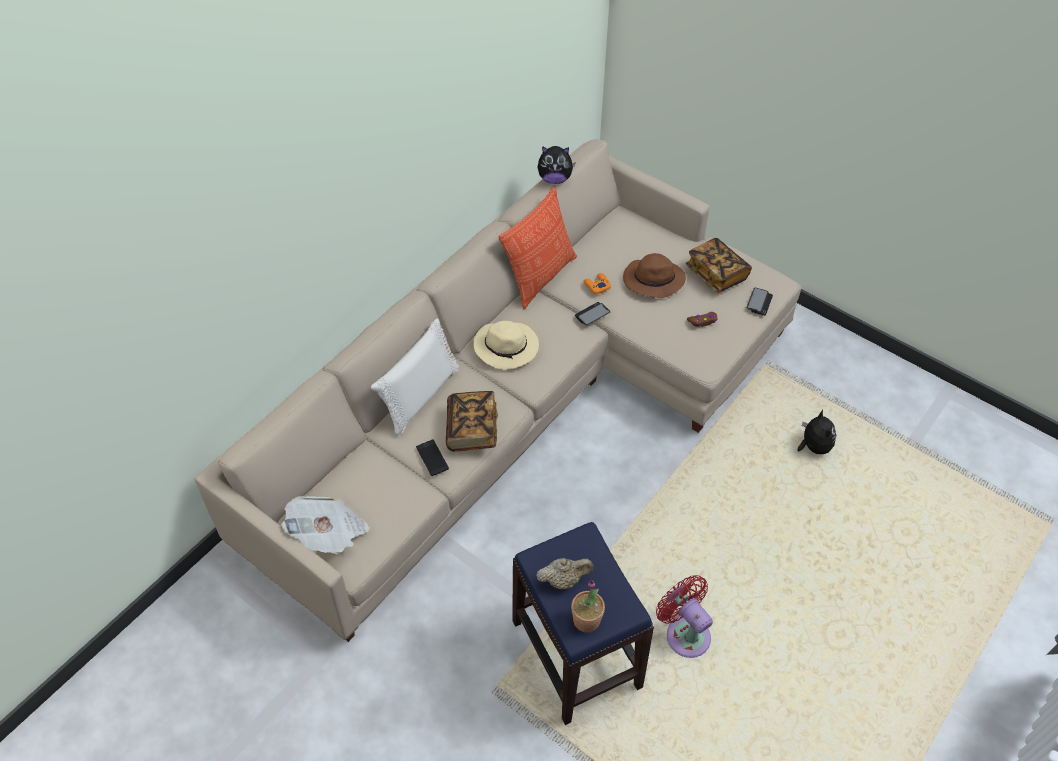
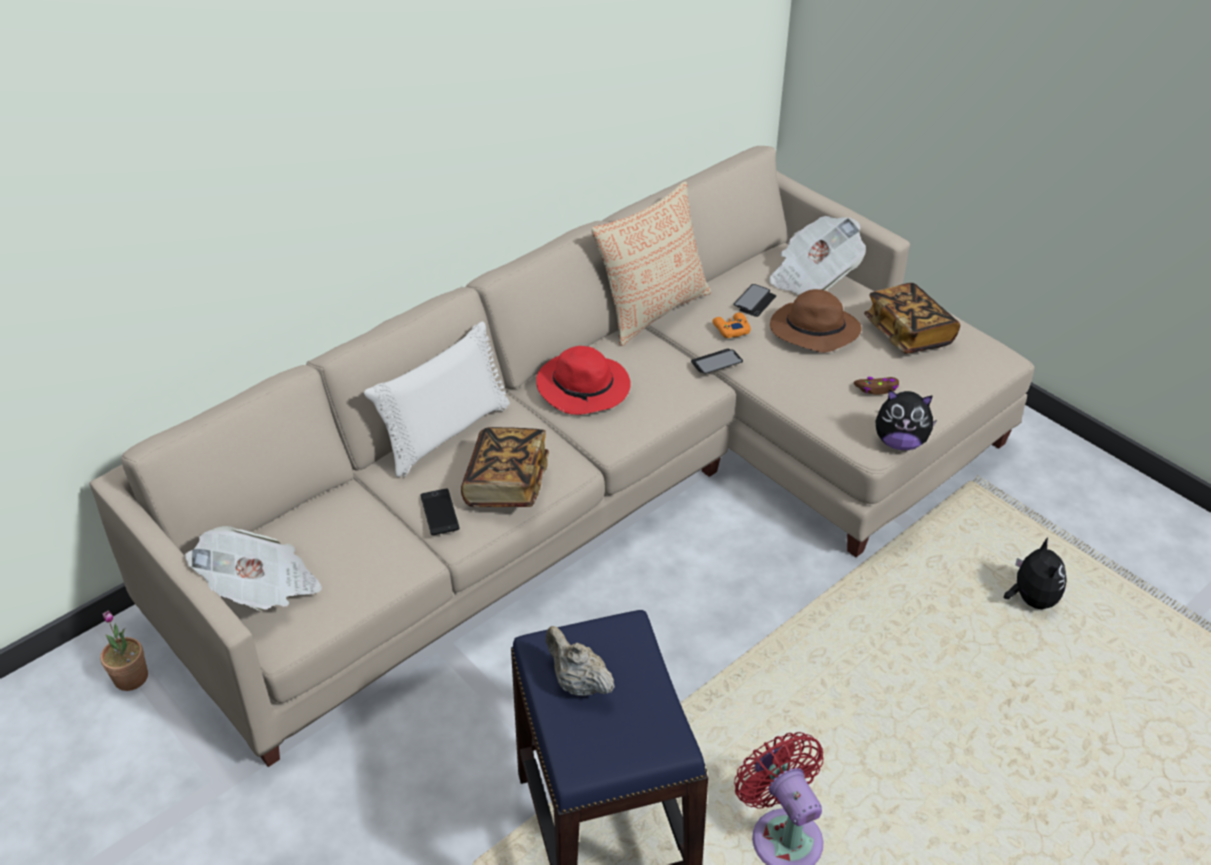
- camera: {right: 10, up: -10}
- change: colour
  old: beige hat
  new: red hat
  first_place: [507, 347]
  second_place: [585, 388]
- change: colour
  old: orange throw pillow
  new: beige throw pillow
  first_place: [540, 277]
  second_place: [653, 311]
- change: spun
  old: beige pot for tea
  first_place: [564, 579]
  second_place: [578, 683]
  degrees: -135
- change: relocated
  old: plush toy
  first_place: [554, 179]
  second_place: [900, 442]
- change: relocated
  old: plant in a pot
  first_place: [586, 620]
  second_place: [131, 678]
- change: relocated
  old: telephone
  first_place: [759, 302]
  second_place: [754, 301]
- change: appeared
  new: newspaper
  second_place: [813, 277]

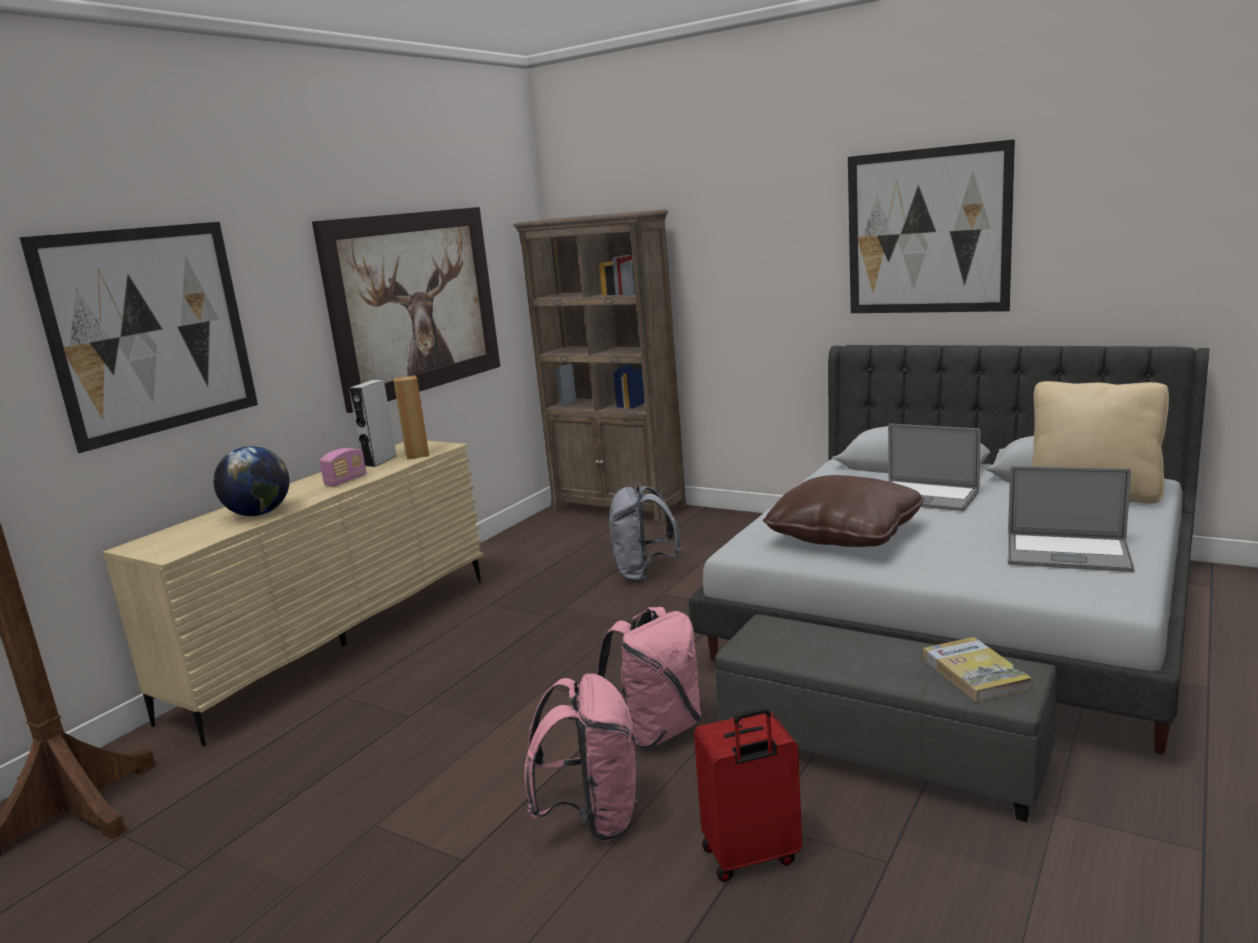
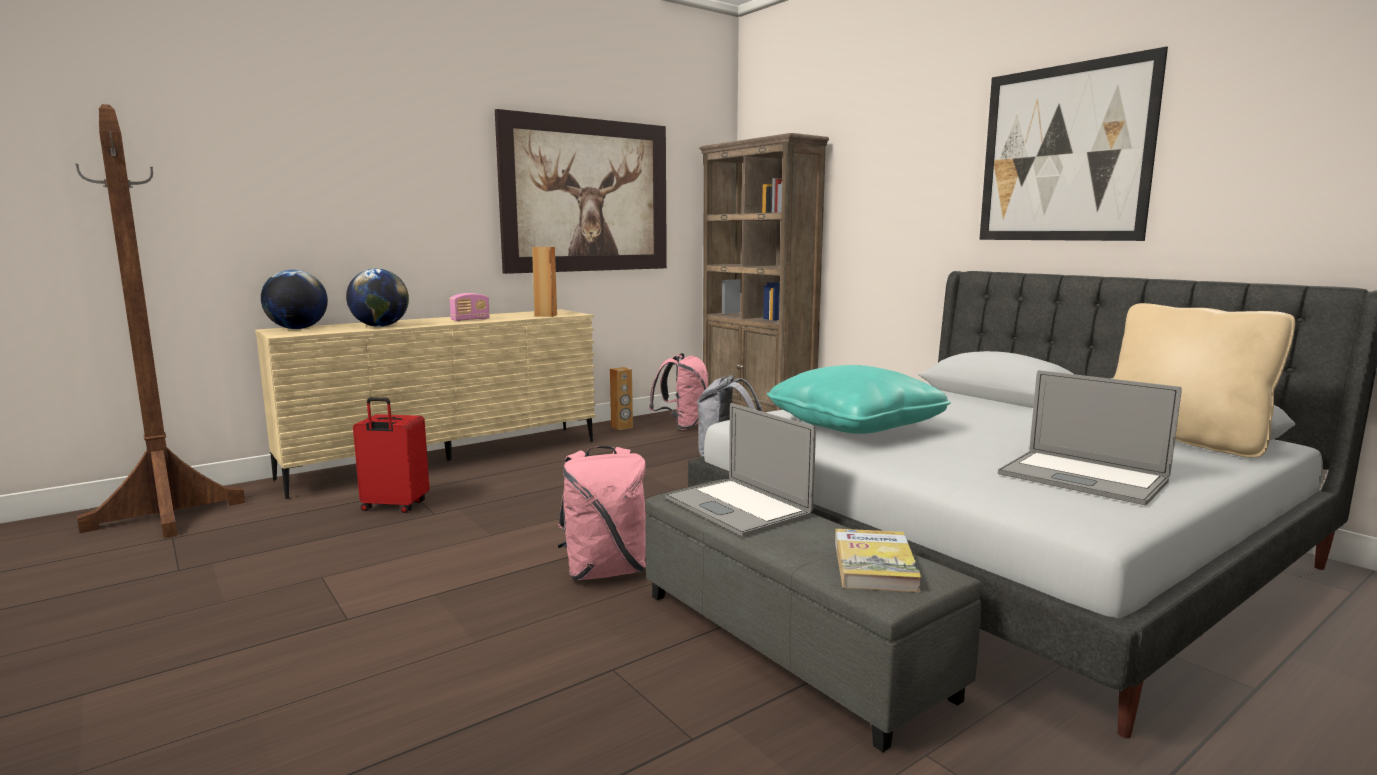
- camera: {right: 20, up: -5}
- change: missing
  old: picture
  first_place: [151, 330]
- change: missing
  old: greyish audio speaker
  first_place: [380, 461]
- change: relocated
  old: pinkish rucksack
  first_place: [593, 818]
  second_place: [682, 426]
- change: relocated
  old: red travel case
  first_place: [751, 857]
  second_place: [394, 507]
- change: colour
  old: brown-coloured throw pillow
  new: turquoise-coloured throw pillow
  first_place: [844, 535]
  second_place: [855, 426]
- change: relocated
  old: notebook computer
  first_place: [924, 496]
  second_place: [737, 507]
- change: appeared
  new: desk globe
  second_place: [298, 329]
- change: appeared
  new: brown-coloured audio speaker
  second_place: [622, 427]

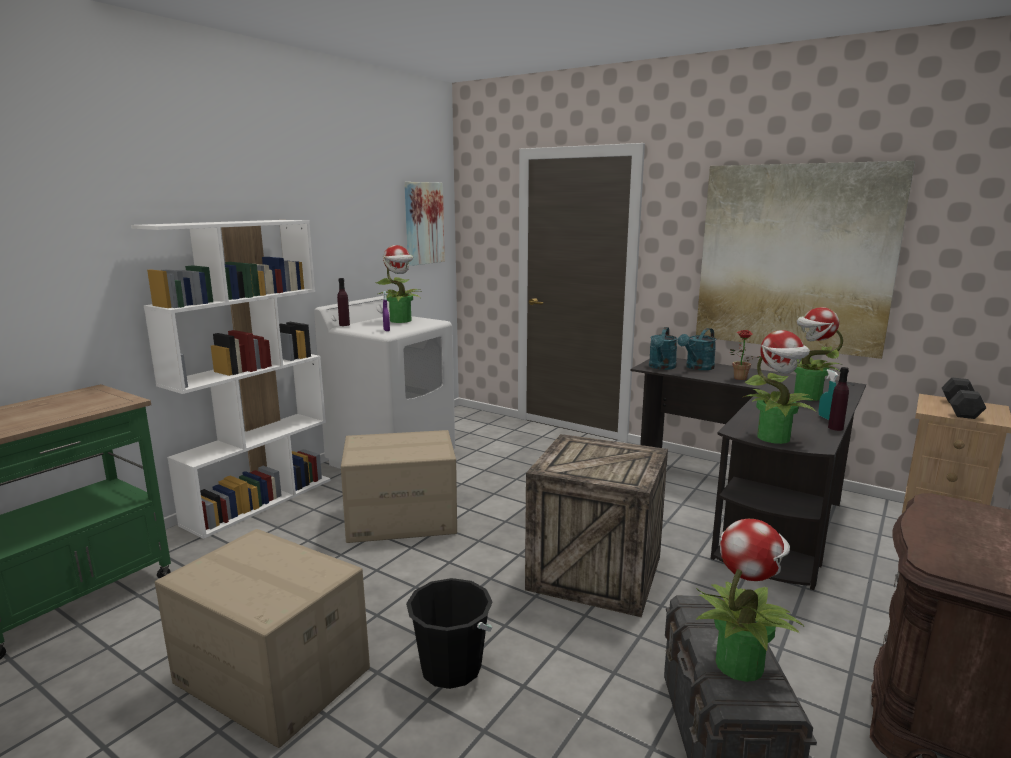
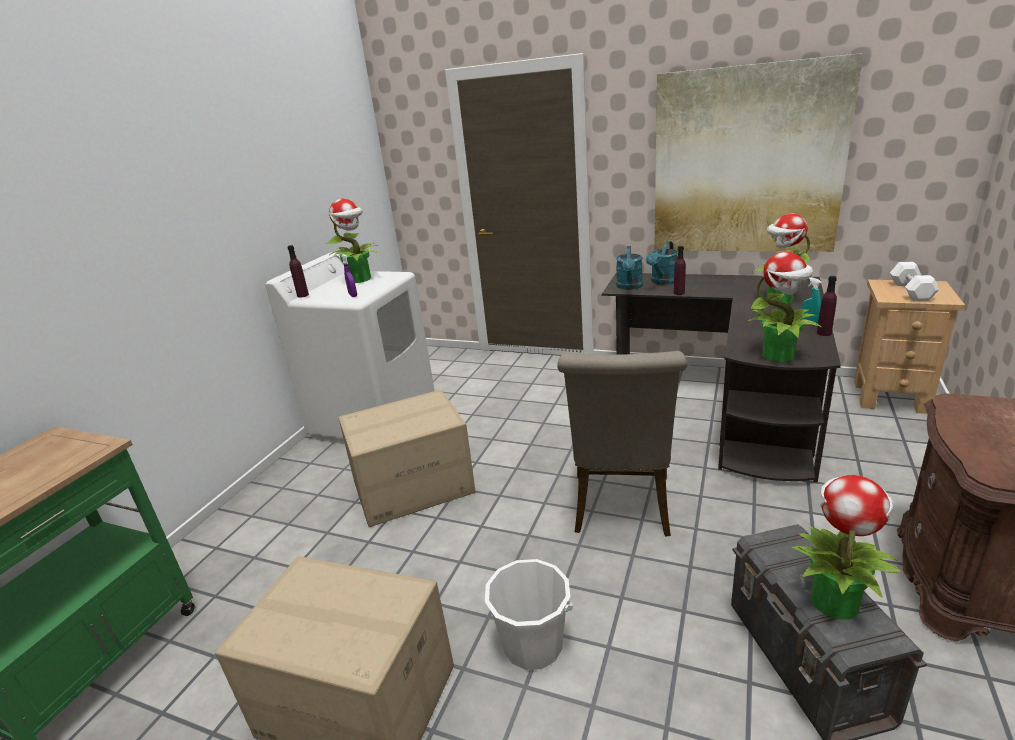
- camera: {right: -10, up: 10}
- change: missing
  old: whitish shelving unit
  first_place: [260, 501]
- change: missing
  old: picture
  first_place: [423, 223]
- change: colour
  old: black-coloured bucket
  new: whitish bucket
  first_place: [451, 668]
  second_place: [533, 645]
- change: exchanged
  old: shipping crate
  new: beige upright chair
  first_place: [593, 573]
  second_place: [622, 508]
- change: missing
  old: plant in a pot
  first_place: [739, 379]
- change: colour
  old: black-coloured free weight
  new: whitish free weight
  first_place: [960, 409]
  second_place: [911, 291]
- change: appeared
  new: purple bottle
  second_place: [679, 293]

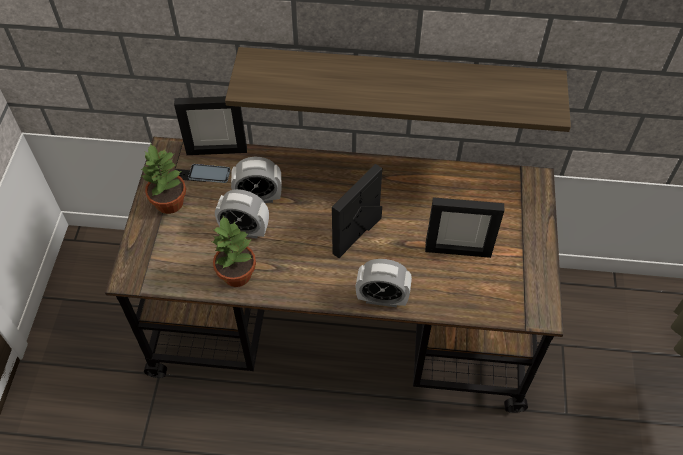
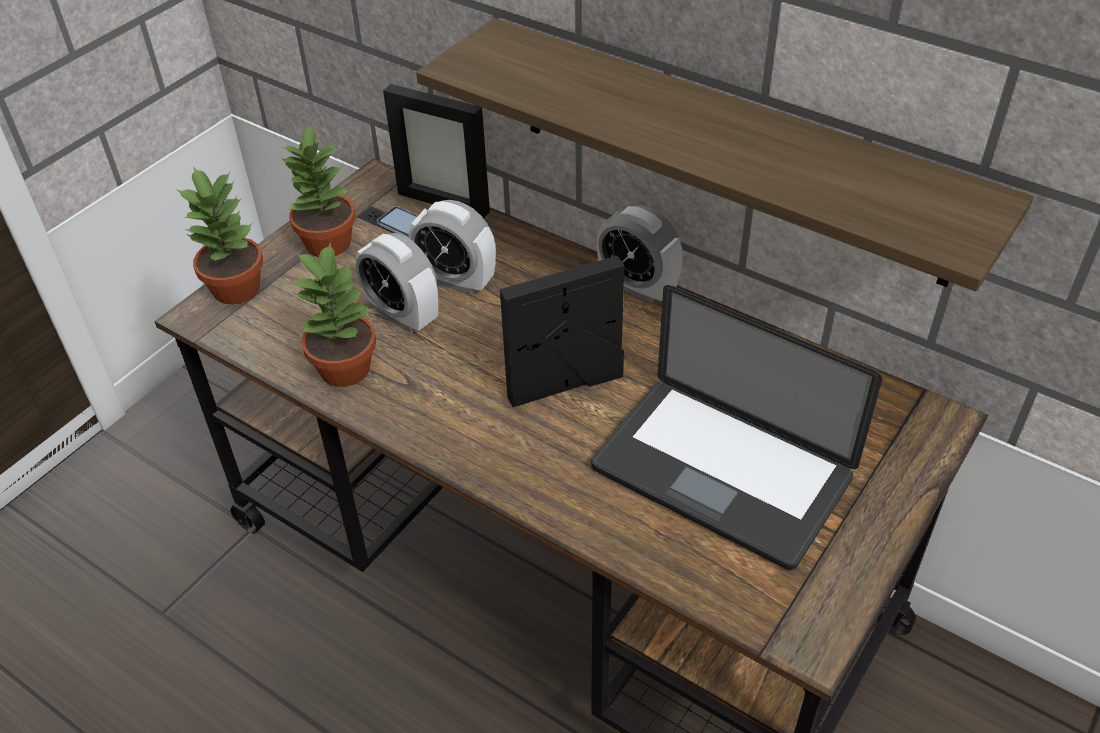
- camera: {right: 30, up: -10}
- change: relocated
  old: bedside clock
  first_place: [382, 298]
  second_place: [637, 287]
- change: exchanged
  old: standing frame
  new: notebook computer
  first_place: [458, 250]
  second_place: [721, 473]
- change: appeared
  new: plant in a pot
  second_place: [237, 287]

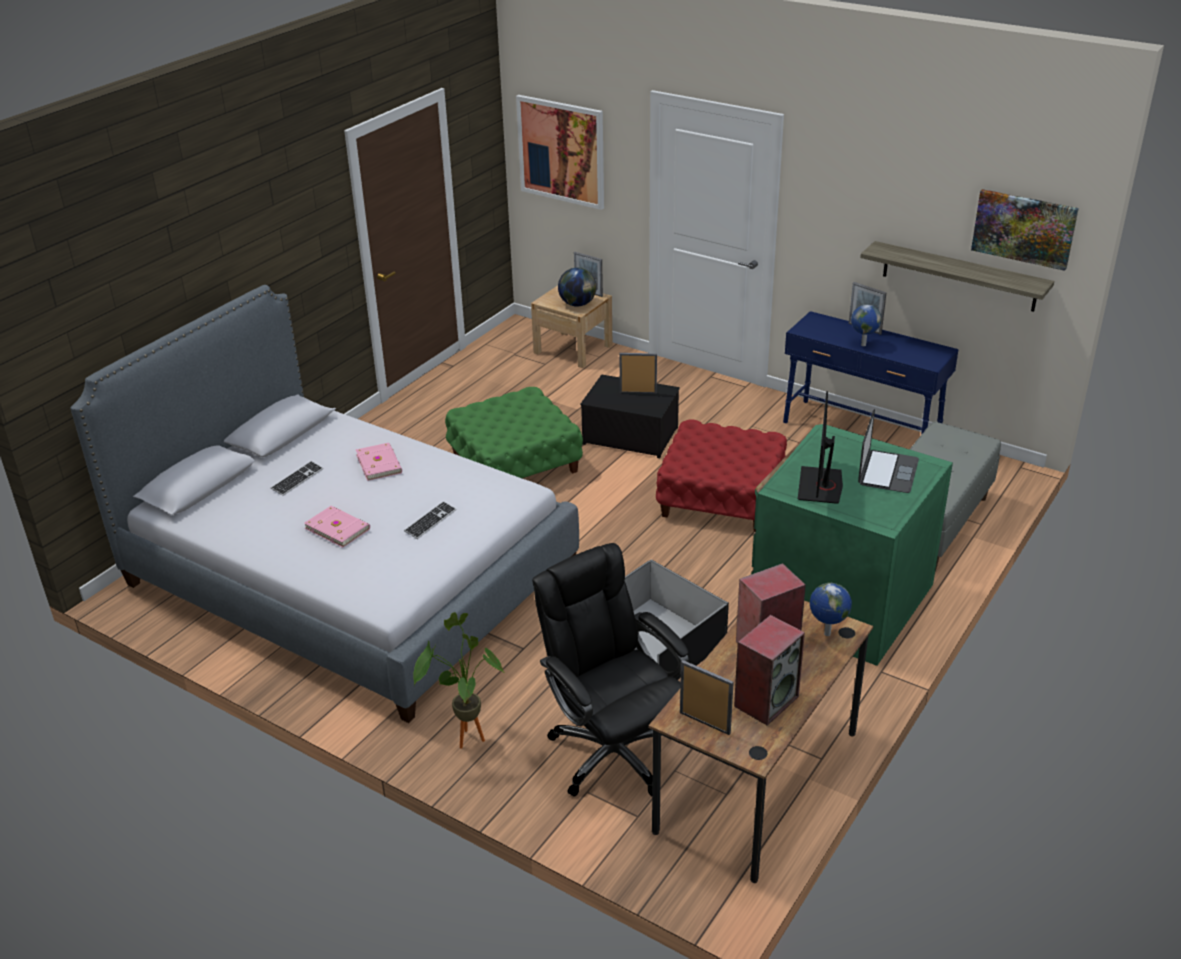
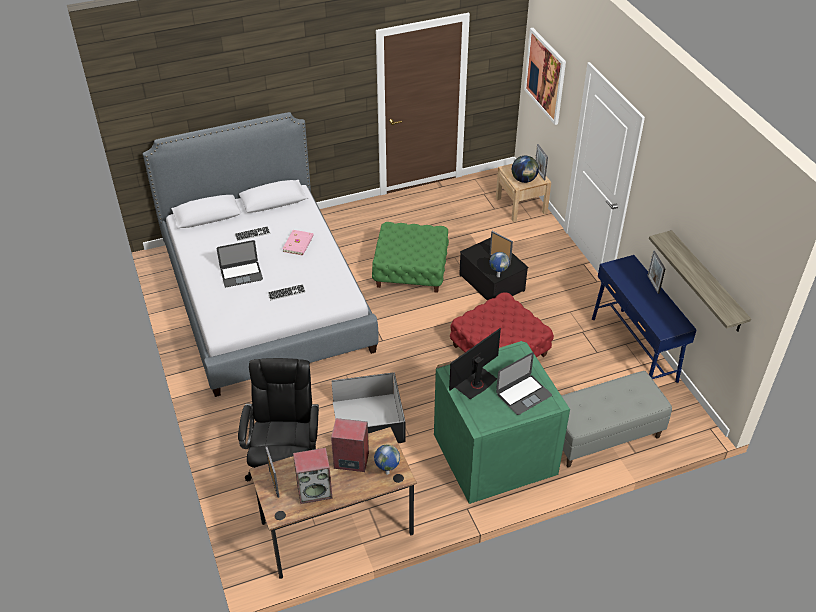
- camera: {right: 35, up: 10}
- change: exchanged
  old: pinkish bound book
  new: notebook computer
  first_place: [338, 528]
  second_place: [241, 274]
- change: missing
  old: plant in a pot
  first_place: [463, 738]
- change: relocated
  old: desk globe
  first_place: [862, 345]
  second_place: [498, 276]
- change: missing
  old: picture
  first_place: [1024, 228]

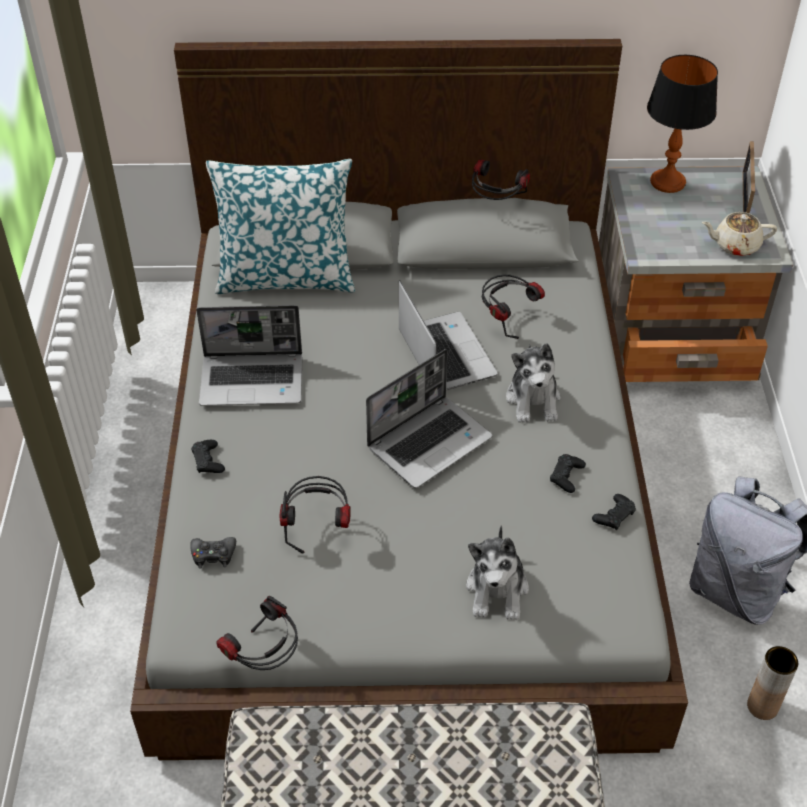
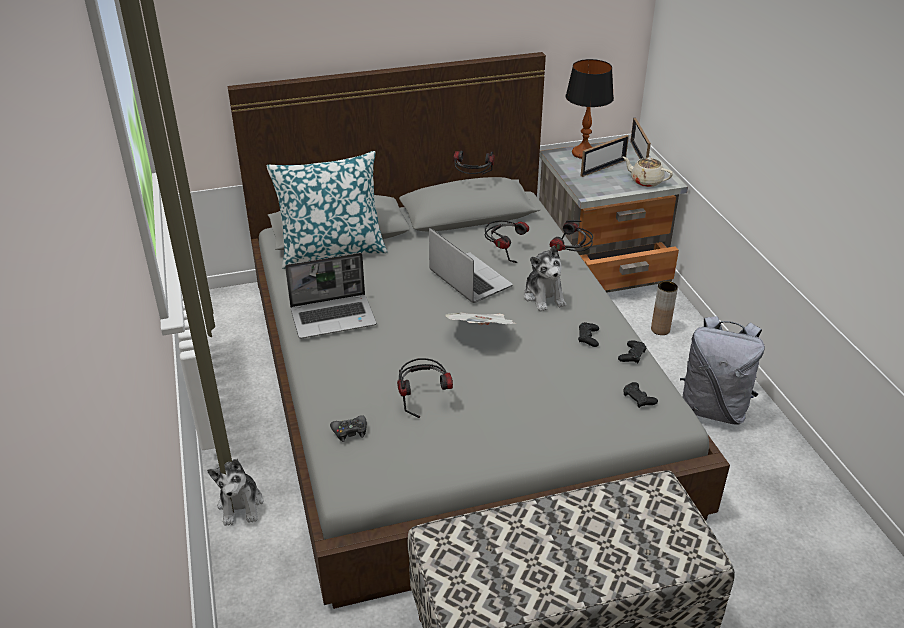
- camera: {right: -15, up: -10}
- change: relocated
  old: black-coloured joypad
  first_place: [208, 461]
  second_place: [638, 398]
- change: relocated
  old: pair of headphones
  first_place: [265, 659]
  second_place: [570, 258]
- change: exchanged
  old: notebook computer
  new: newspaper
  first_place: [430, 442]
  second_place: [482, 333]
- change: relocated
  old: plush toy
  first_place: [497, 589]
  second_place: [241, 505]
- change: spun
  old: beige pot for tea
  first_place: [735, 245]
  second_place: [645, 181]
  degrees: 45
- change: relocated
  old: brown-coloured flower vase
  first_place: [762, 706]
  second_place: [660, 329]
- change: appeared
  new: standing frame
  second_place: [603, 168]

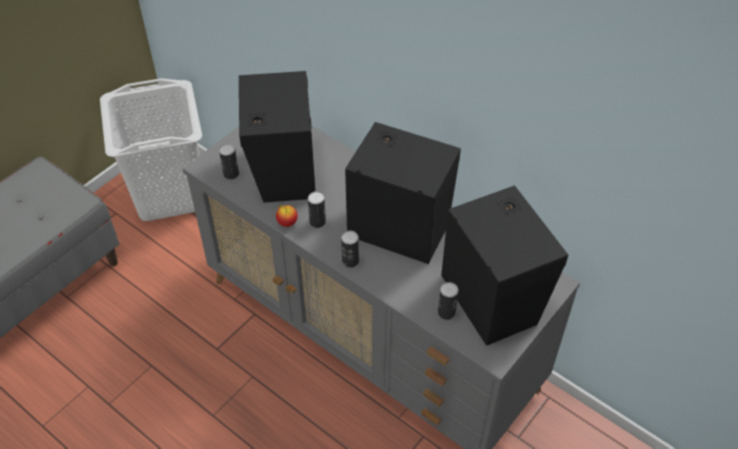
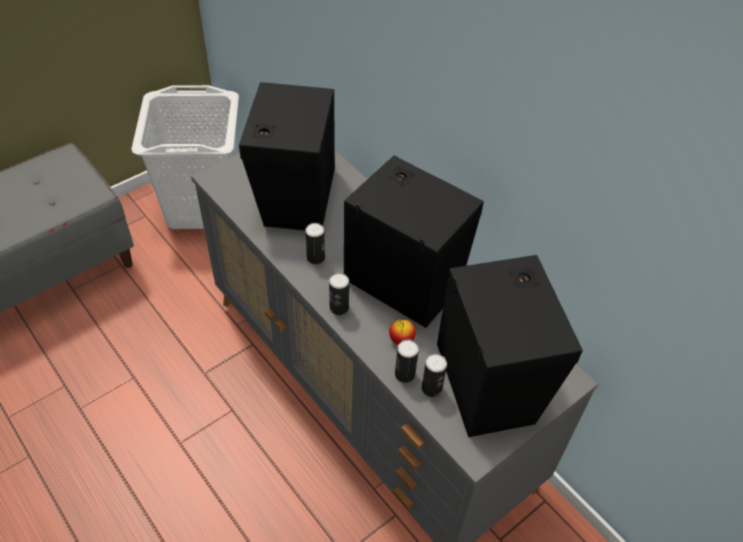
- camera: {right: 10, up: 0}
- change: relocated
  old: sealed can
  first_place: [231, 174]
  second_place: [405, 374]
- change: relocated
  old: apple
  first_place: [287, 223]
  second_place: [401, 340]

